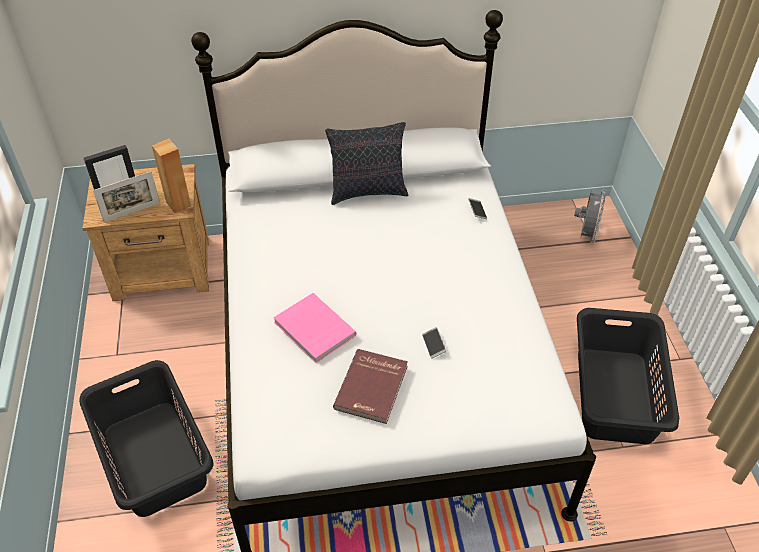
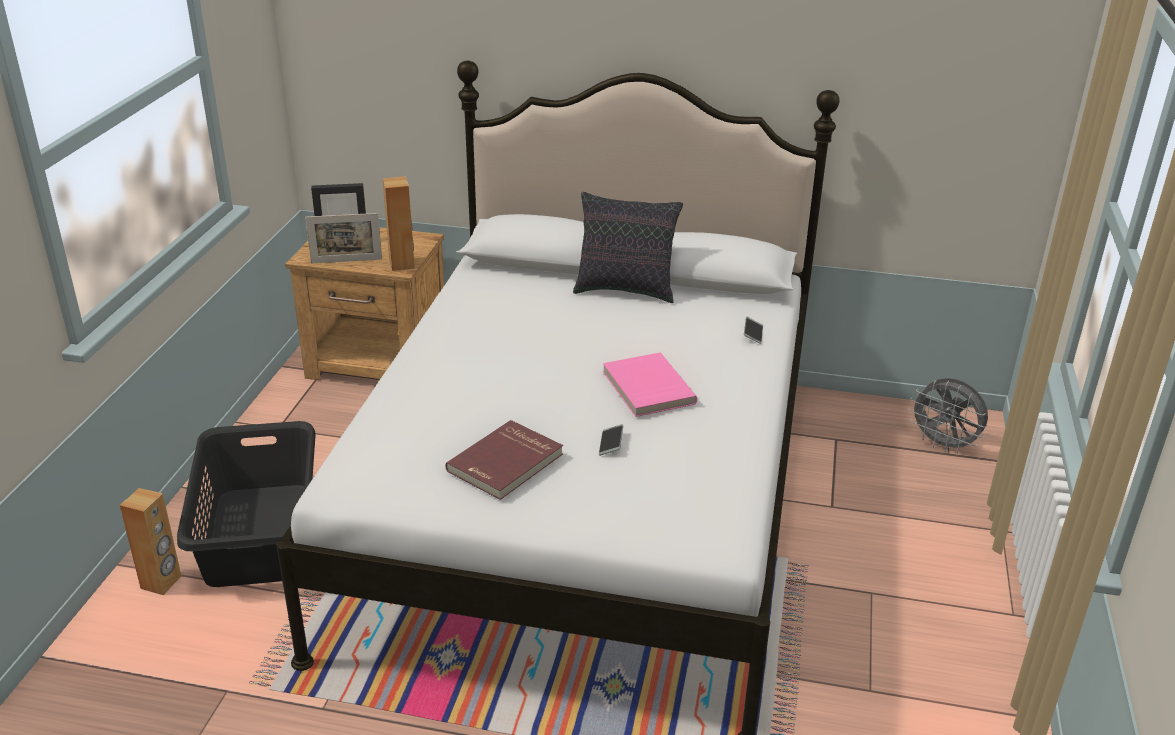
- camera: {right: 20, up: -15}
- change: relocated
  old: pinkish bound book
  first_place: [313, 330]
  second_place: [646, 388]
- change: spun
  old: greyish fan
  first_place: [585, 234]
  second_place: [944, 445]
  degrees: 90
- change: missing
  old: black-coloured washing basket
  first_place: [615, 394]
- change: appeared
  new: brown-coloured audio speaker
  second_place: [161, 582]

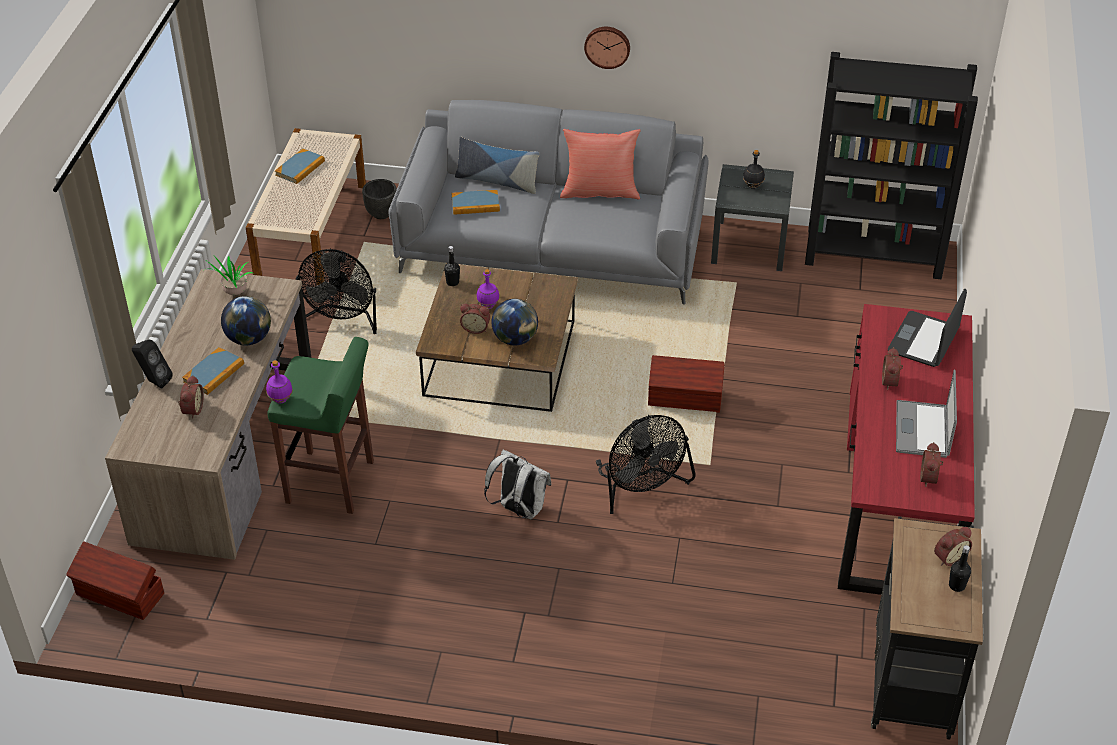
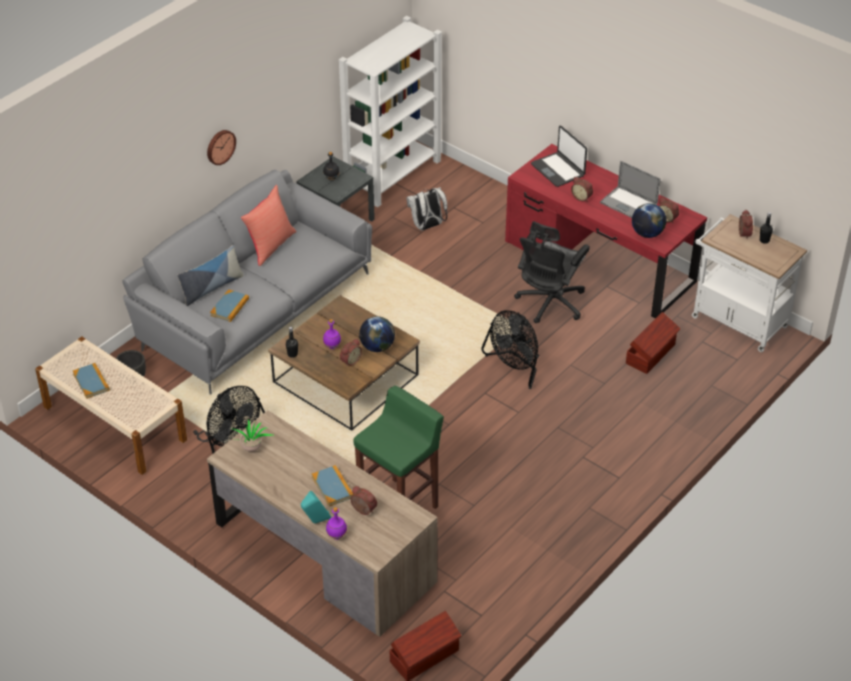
- camera: {right: -60, up: 0}
- change: colour
  old: black-coloured audio speaker
  new: turquoise-coloured audio speaker
  first_place: [154, 381]
  second_place: [315, 521]
- change: relocated
  old: desk globe
  first_place: [249, 339]
  second_place: [647, 234]
- change: relocated
  old: purple bottle
  first_place: [280, 399]
  second_place: [336, 536]
- change: relocated
  old: whitish rucksack
  first_place: [519, 509]
  second_place: [427, 226]
- change: spun
  old: black-coloured fan
  first_place: [638, 487]
  second_place: [515, 364]
  degrees: 135
- change: relocated
  old: brown-coloured storage box
  first_place: [685, 399]
  second_place: [651, 354]
- change: colour
  old: black-coloured shelving unit
  new: whitish shelving unit
  first_place: [874, 253]
  second_place: [392, 175]
- change: colour
  old: black-coloured cart
  new: whitish cart
  first_place: [912, 677]
  second_place: [736, 321]
- change: appeared
  new: office chair
  second_place: [549, 305]

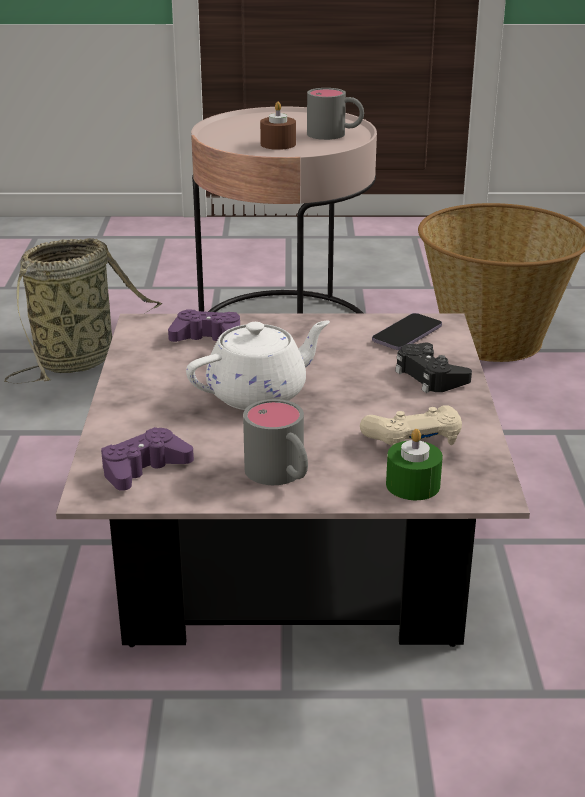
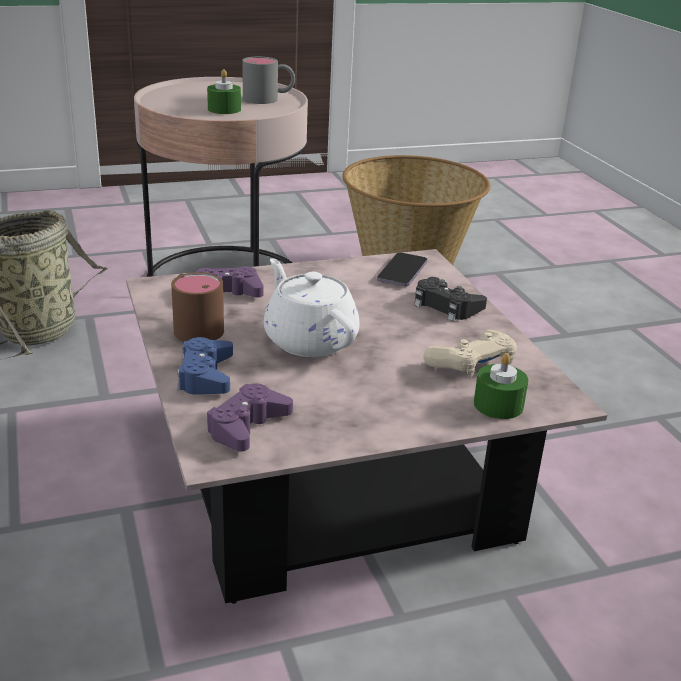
- camera: {right: -20, up: 0}
- change: spun
  old: whitish pot for tea
  first_place: [259, 394]
  second_place: [309, 339]
  degrees: -75
- change: missing
  old: greyish coffee mug
  first_place: [281, 475]
- change: colour
  old: brown-coloured wax candle
  new: greenish wax candle
  first_place: [278, 144]
  second_place: [224, 109]
- change: appeared
  new: brown-coloured coffee mug
  second_place: [193, 326]
- change: appeared
  new: bluish joypad
  second_place: [205, 375]

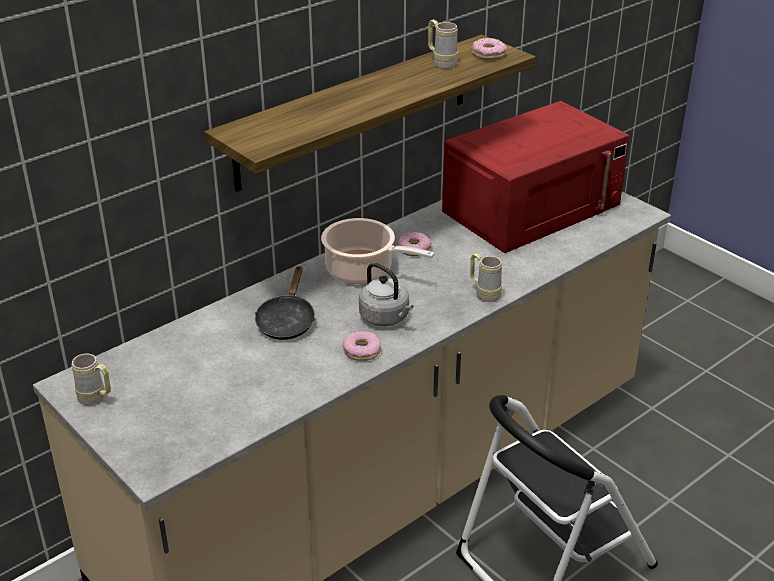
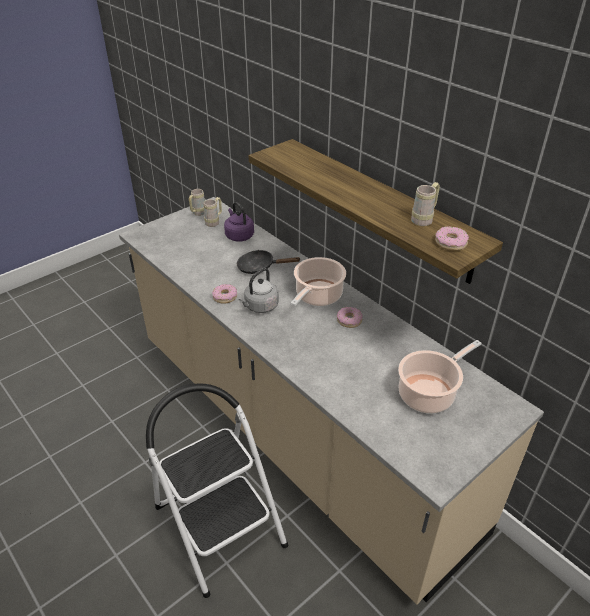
- camera: {right: 90, up: 5}
- change: exchanged
  old: red microwave
  new: stockpot
  first_place: [532, 207]
  second_place: [429, 393]
- change: relocated
  old: beige coffee mug
  first_place: [484, 293]
  second_place: [214, 222]
- change: appeared
  new: purple water kettle
  second_place: [238, 235]

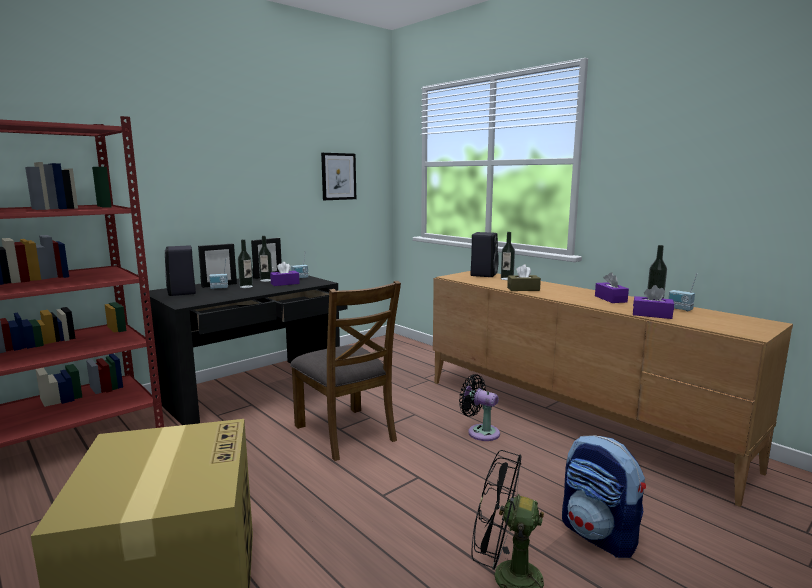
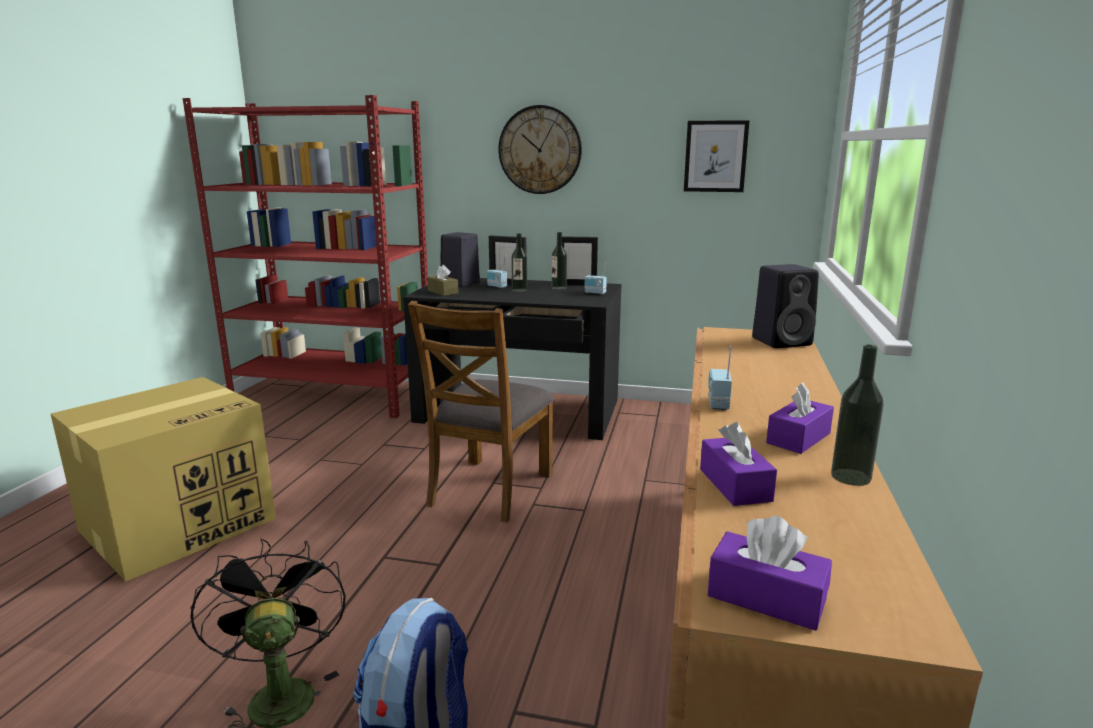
- camera: {right: 55, up: 5}
- change: relocated
  old: purple box of tissues
  first_place: [285, 283]
  second_place: [766, 597]
- change: missing
  old: black-coloured fan
  first_place: [480, 432]
- change: missing
  old: bottle
  first_place: [507, 279]
- change: relocated
  old: brown-coloured box of tissues
  first_place: [523, 289]
  second_place: [443, 292]
- change: relocated
  old: radio receiver
  first_place: [679, 309]
  second_place: [716, 403]
- change: appeared
  new: hanging clock
  second_place: [540, 150]

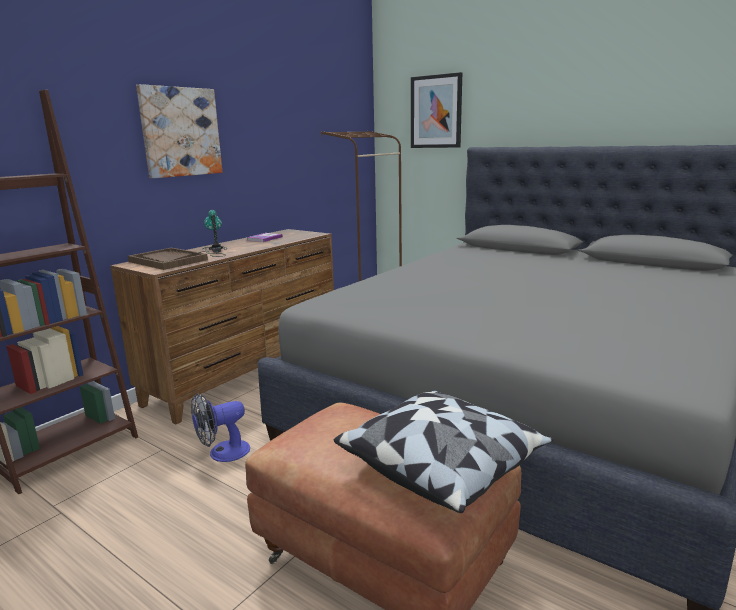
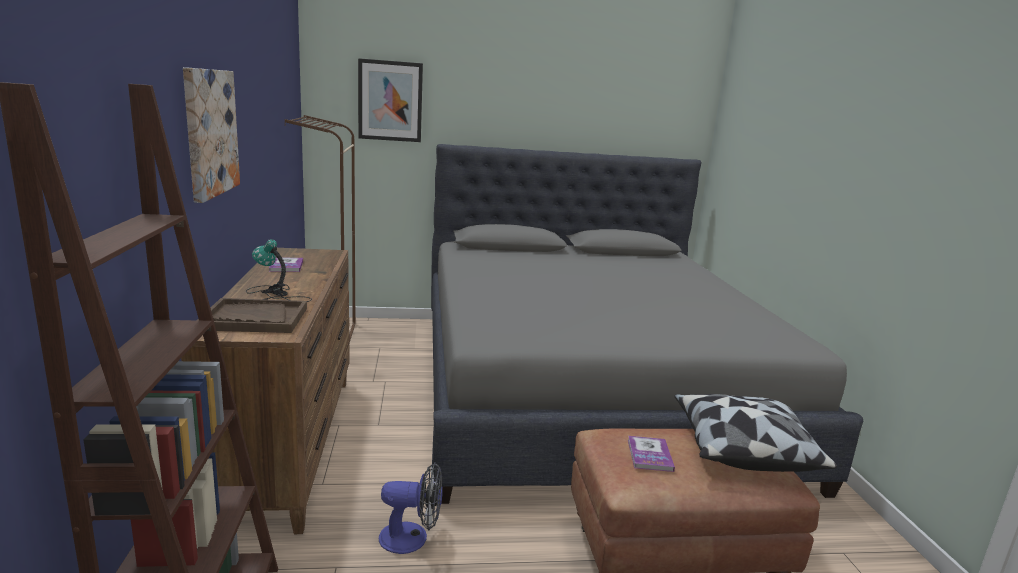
- camera: {right: -45, up: 0}
- change: spun
  old: fan
  first_place: [222, 453]
  second_place: [412, 538]
  degrees: -105
- change: appeared
  new: bound book
  second_place: [649, 455]

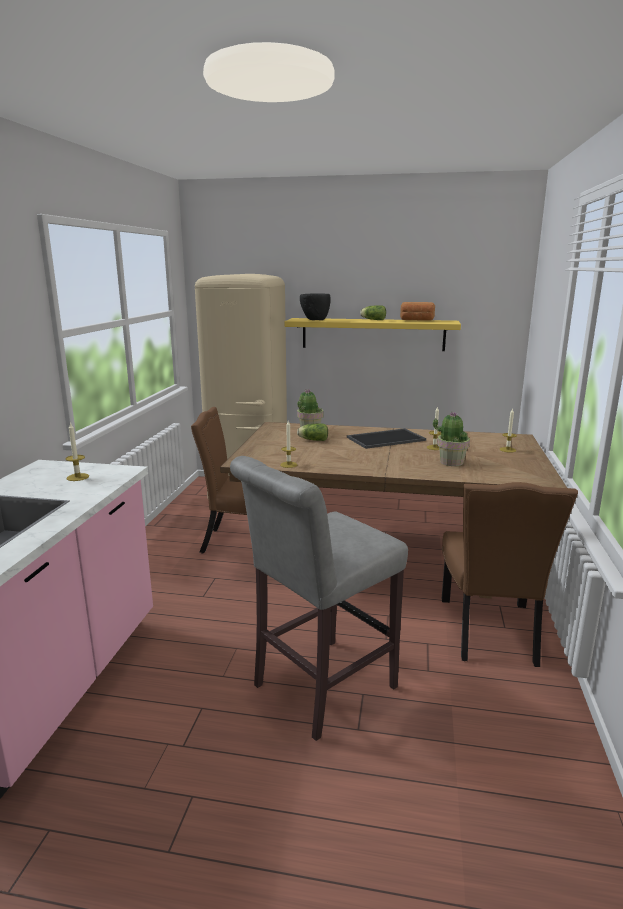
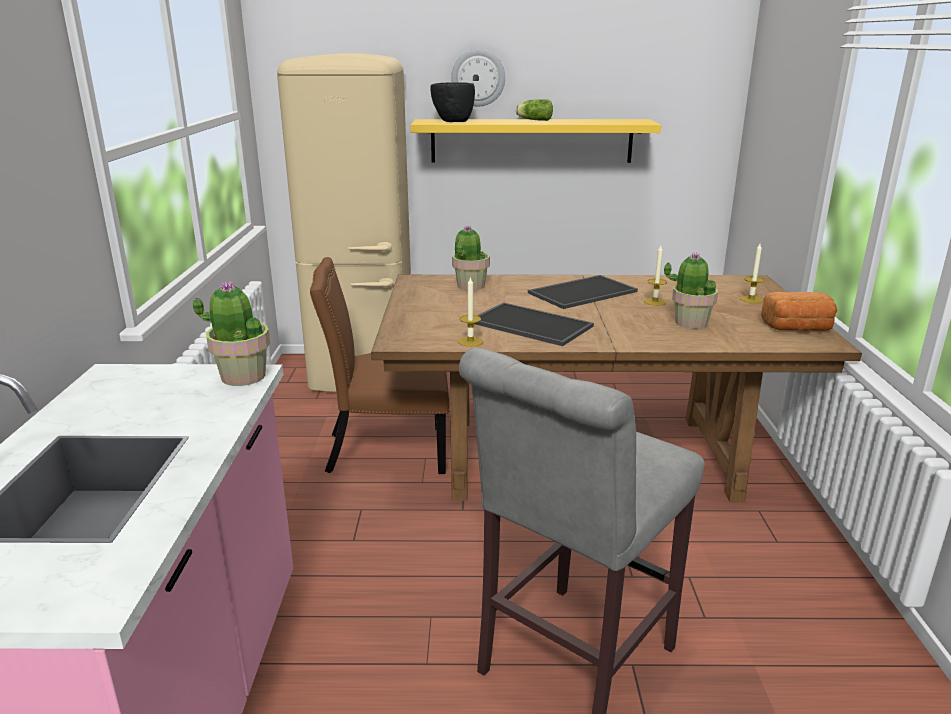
- camera: {right: -10, up: 5}
- change: missing
  old: wax candle
  first_place: [77, 477]
- change: missing
  old: head of lettuce
  first_place: [312, 440]
- change: relocated
  old: baked bread
  first_place: [416, 320]
  second_place: [797, 328]
- change: missing
  old: brown-coloured upright chair
  first_place: [490, 629]
- change: appeared
  new: plant in a pot
  second_place: [243, 376]
- change: appeared
  new: hanging clock
  second_place: [478, 78]
- change: appeared
  new: carrying tray
  second_place: [529, 325]

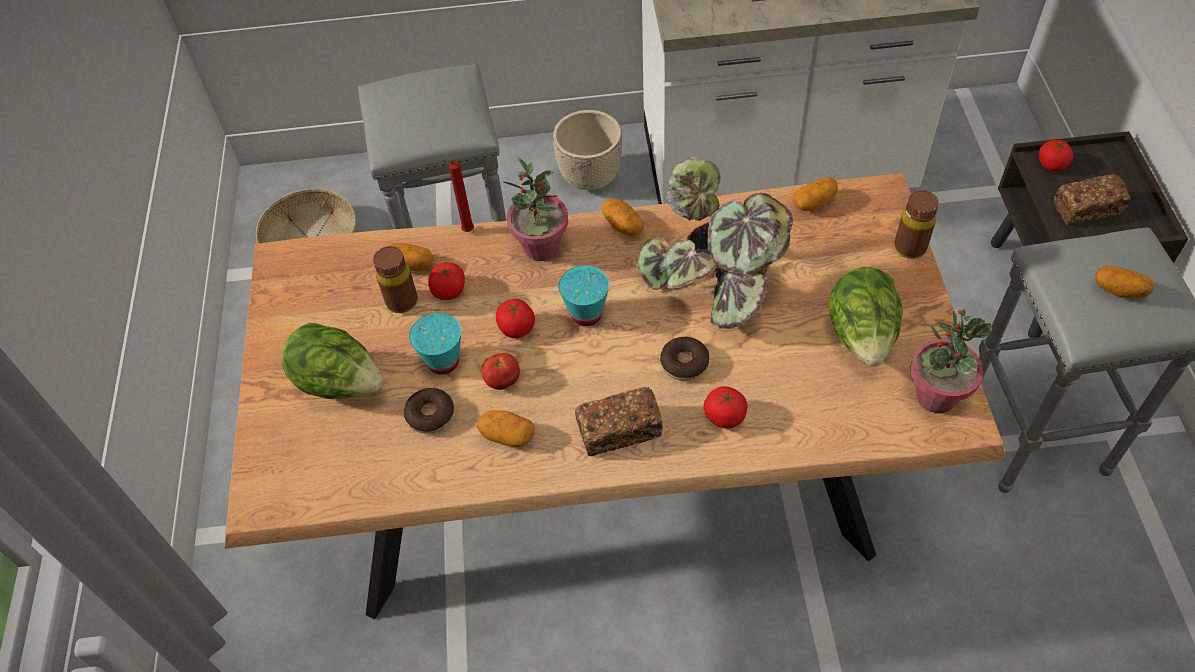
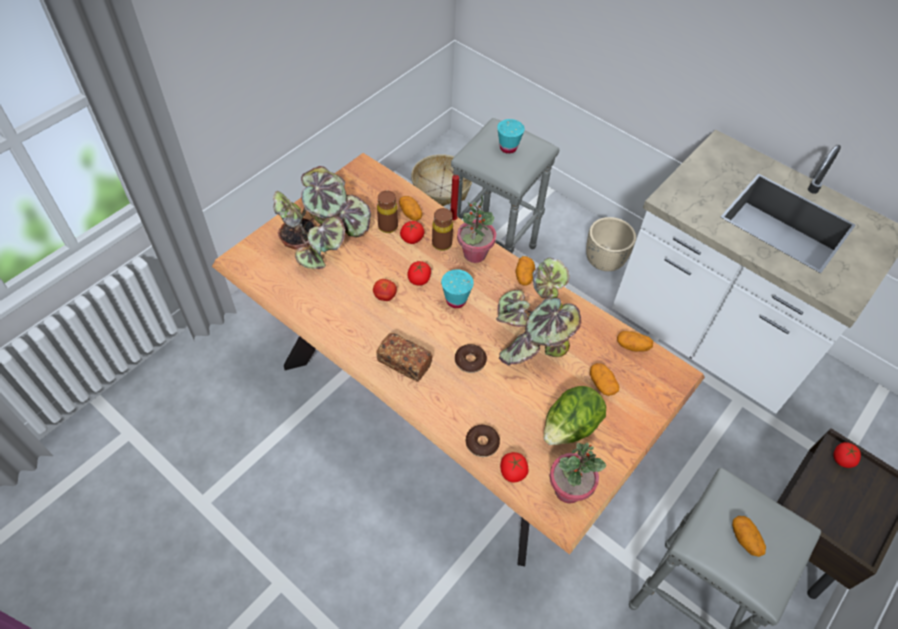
- camera: {right: 40, up: 0}
- change: exchanged
  old: head of lettuce
  new: plant in a pot
  first_place: [340, 383]
  second_place: [323, 239]
- change: relocated
  old: doughnut
  first_place: [430, 415]
  second_place: [482, 443]
- change: relocated
  old: turquoise-coloured drinking cup
  first_place: [443, 361]
  second_place: [508, 148]
- change: relocated
  old: whole potato
  first_place: [507, 435]
  second_place: [602, 384]
- change: relocated
  old: whole tomato
  first_place: [724, 416]
  second_place: [512, 472]
- change: relocated
  old: brown-coloured bottle
  first_place: [910, 248]
  second_place: [442, 244]
- change: missing
  old: baked bread
  first_place: [1086, 209]

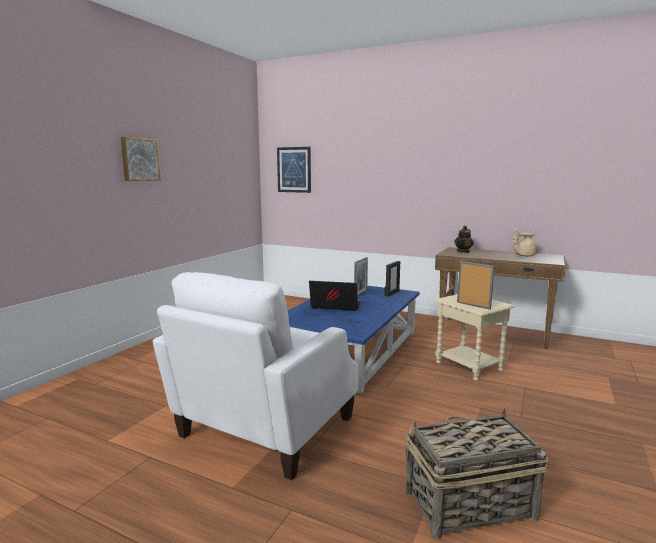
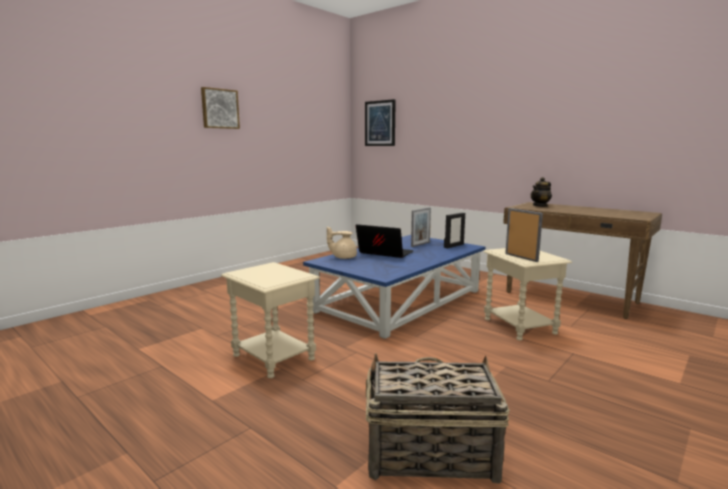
- camera: {right: 15, up: 0}
- change: exchanged
  old: whitish armchair
  new: beige side table
  first_place: [264, 429]
  second_place: [272, 357]
- change: relocated
  old: beige pot for tea
  first_place: [523, 255]
  second_place: [343, 257]

